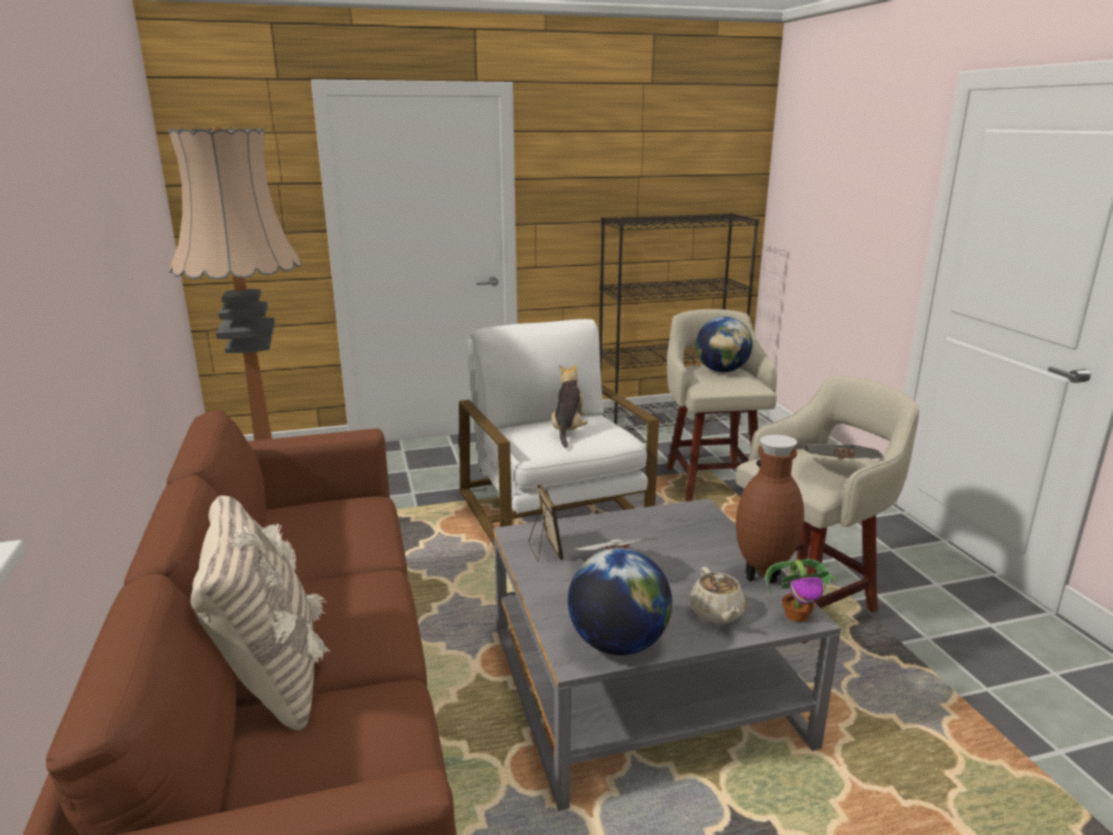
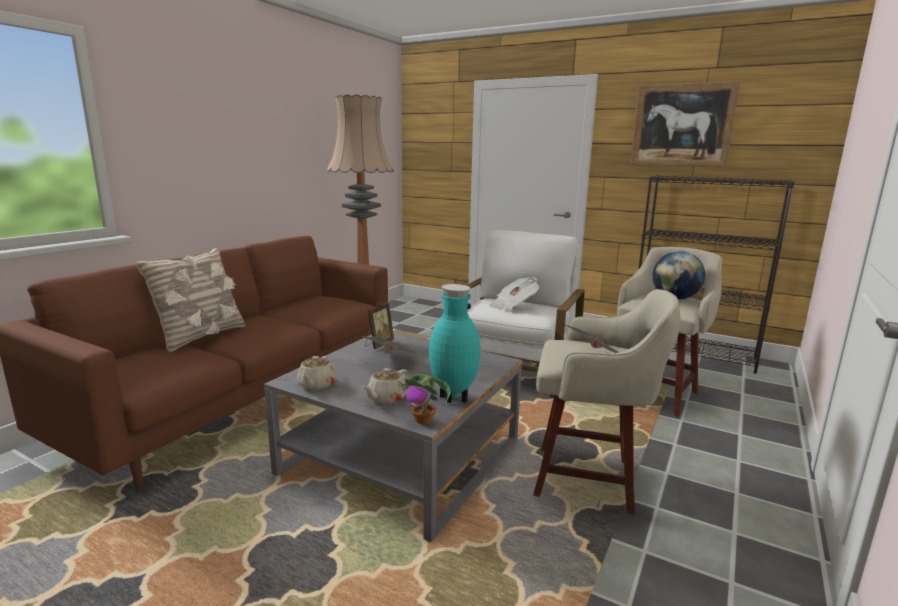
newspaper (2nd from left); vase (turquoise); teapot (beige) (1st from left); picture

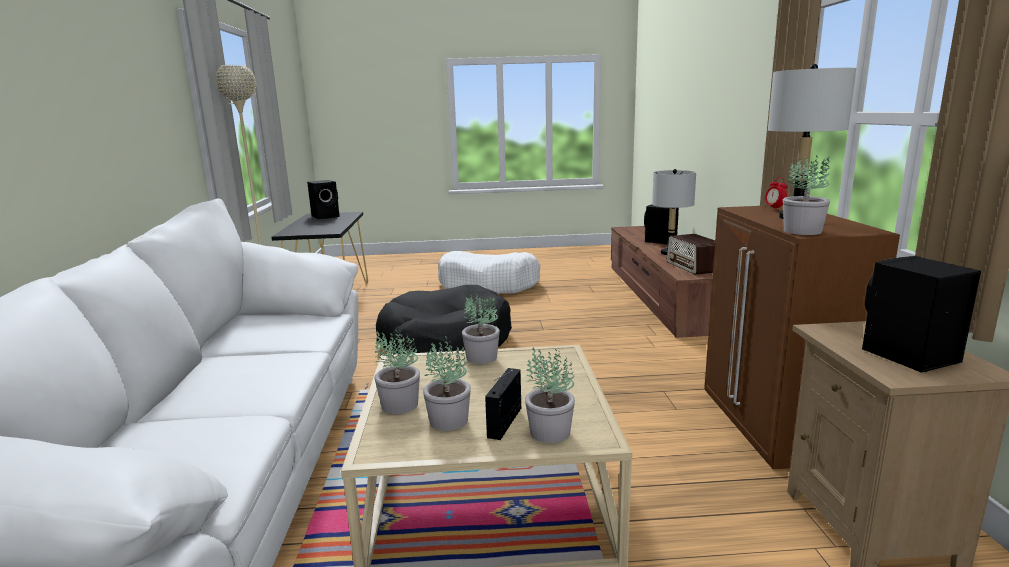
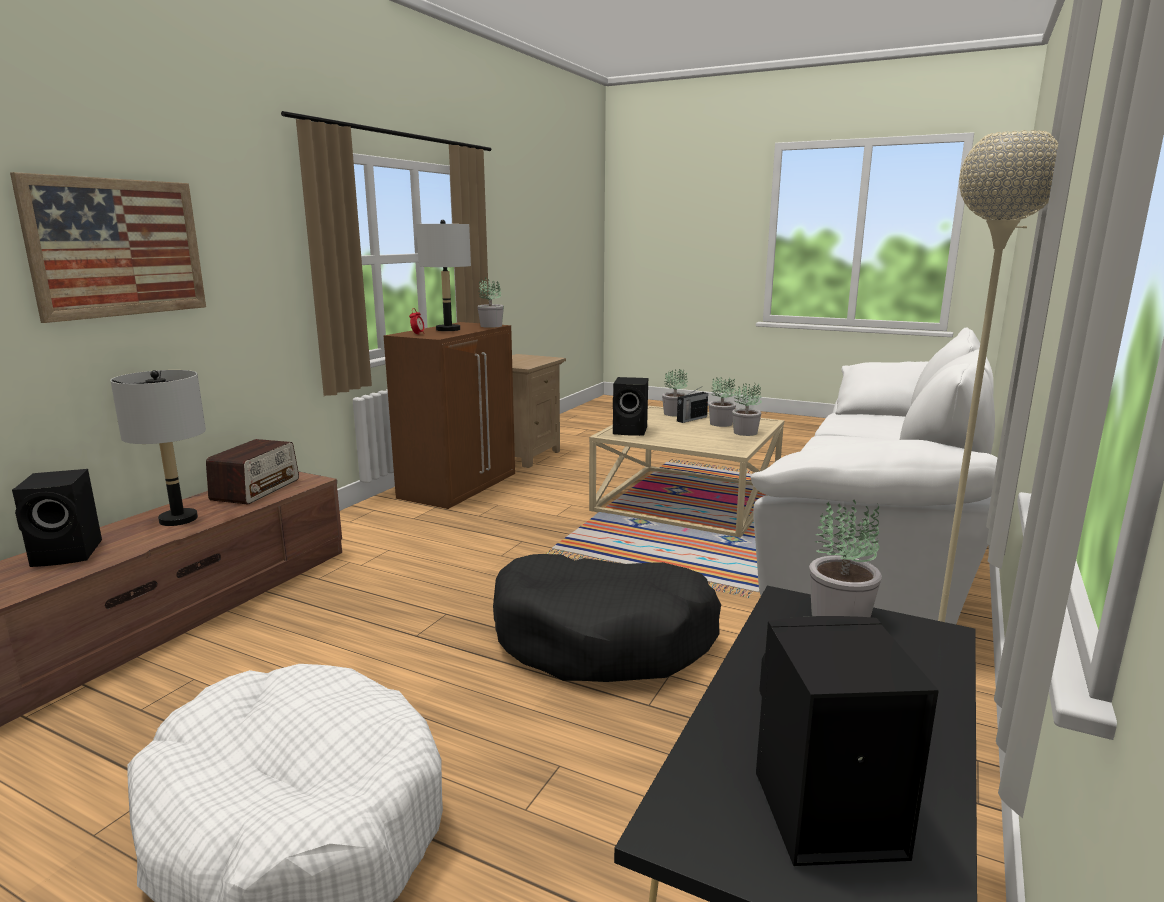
speaker (black) (2nd from left); potted plant (5th from left); picture

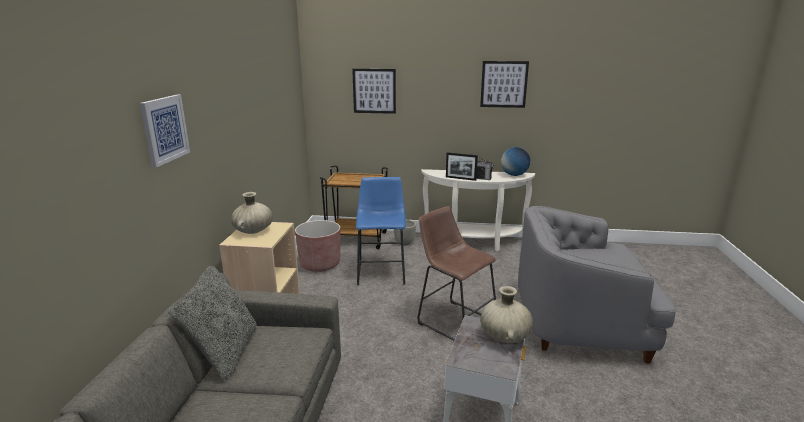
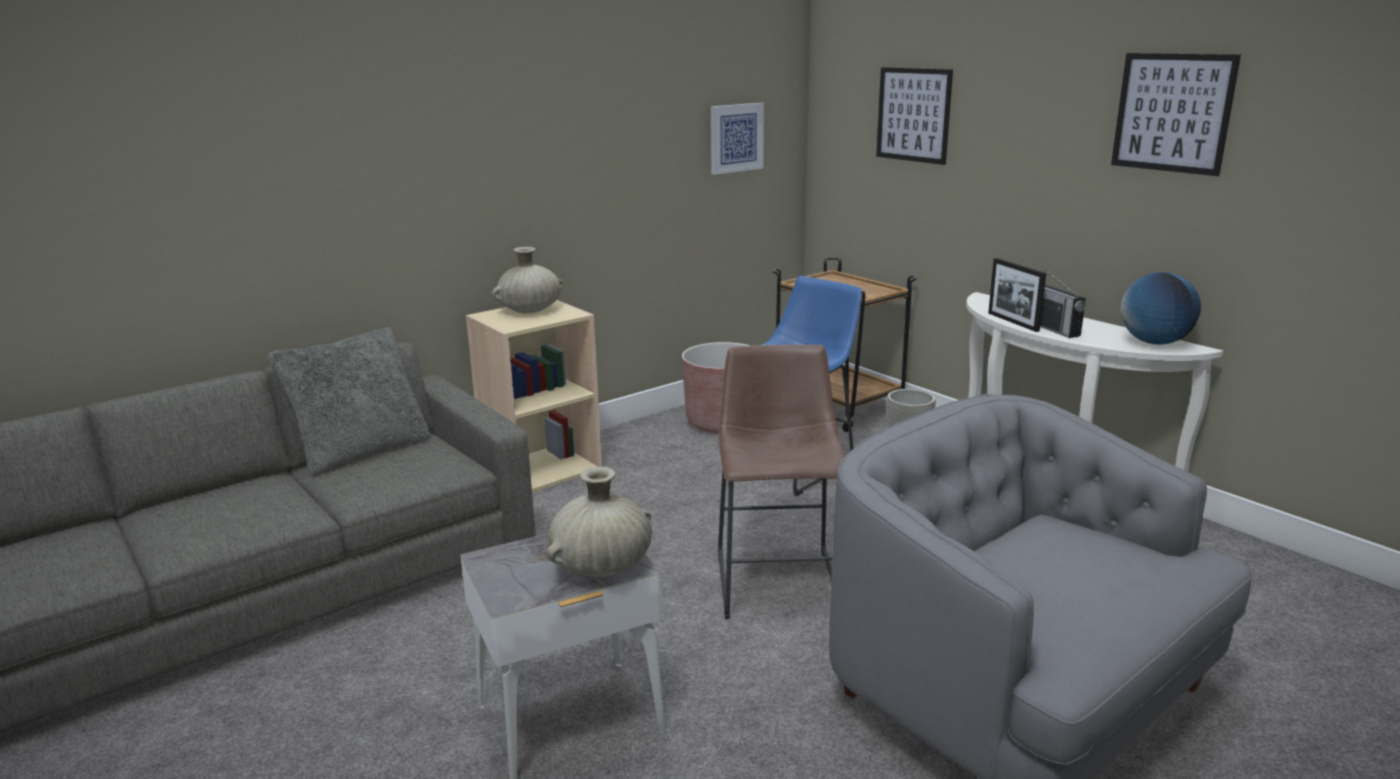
picture (1st from left)

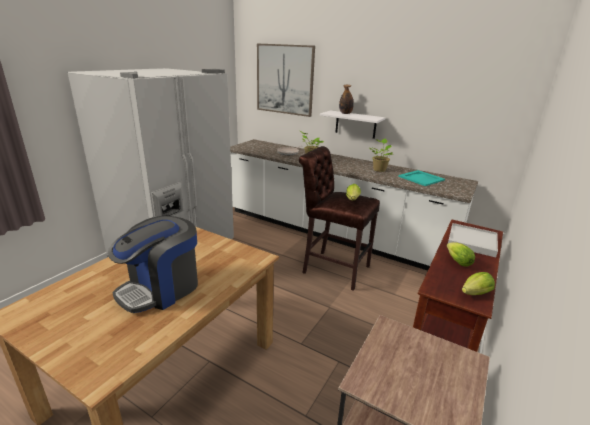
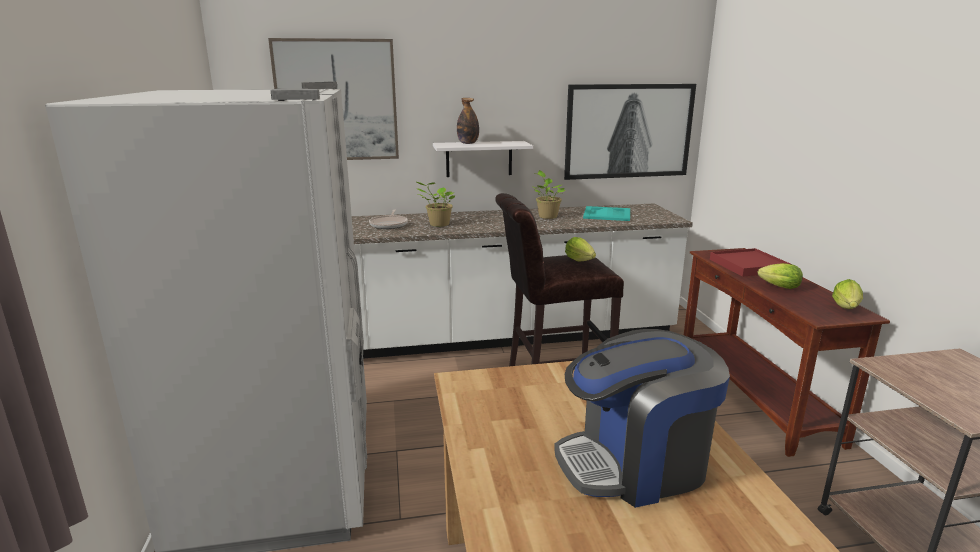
coffee machine; tray (red); picture (2nd from left)

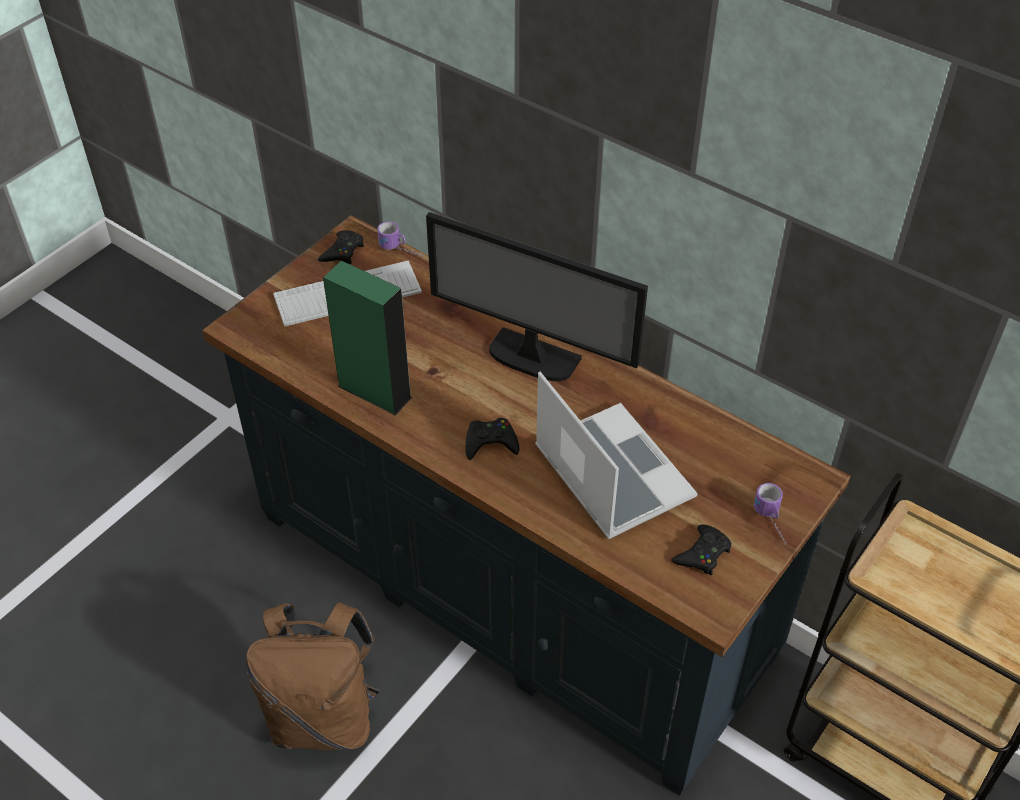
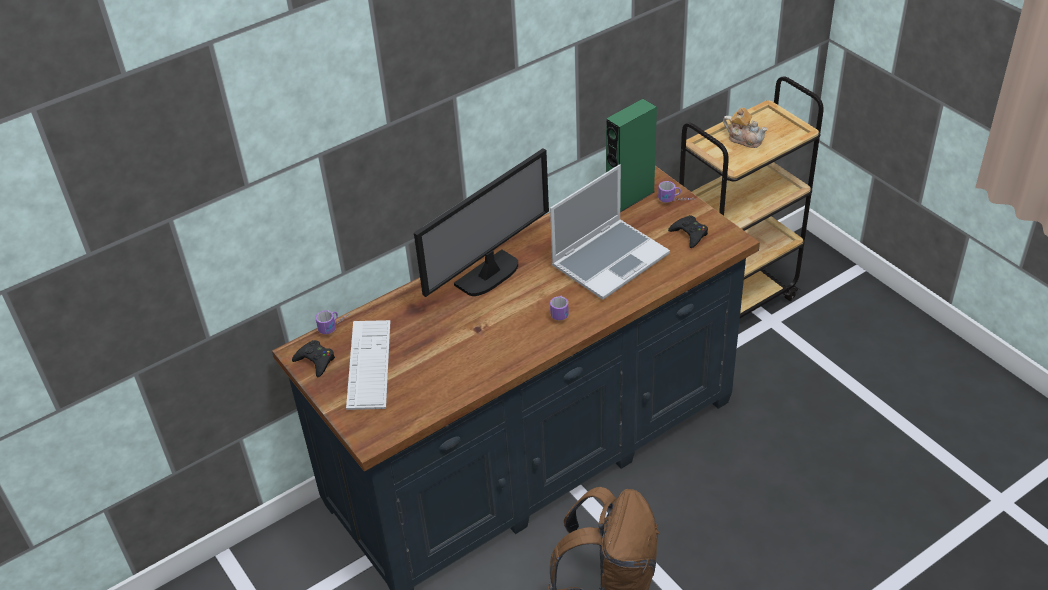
speaker (green); laptop; mug (2nd from left); teapot

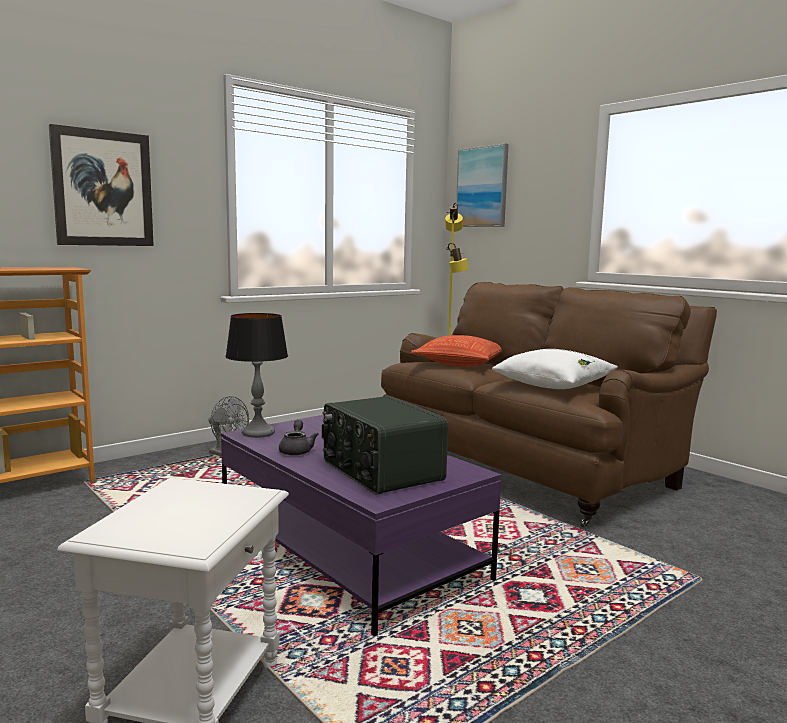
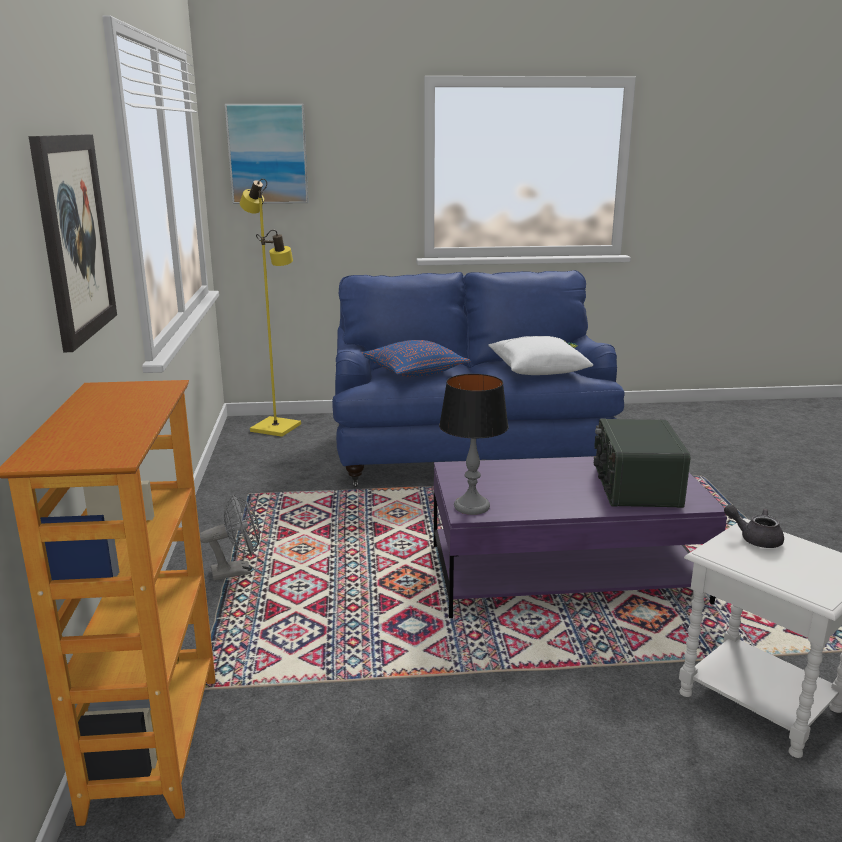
sofa (blue); pillow (blue); radio; teapot (grey)

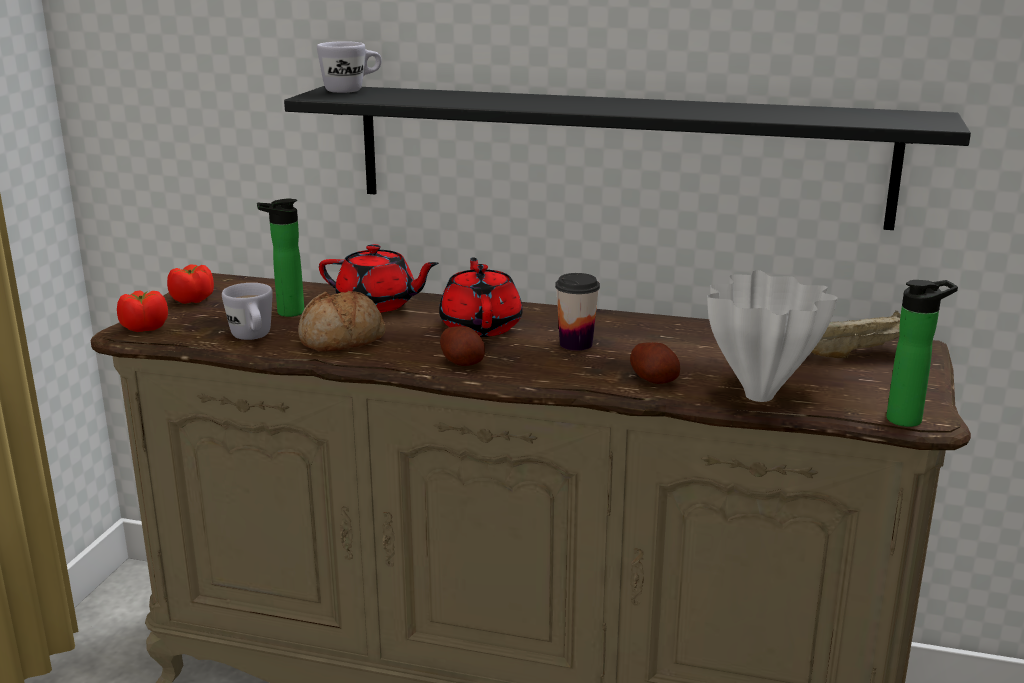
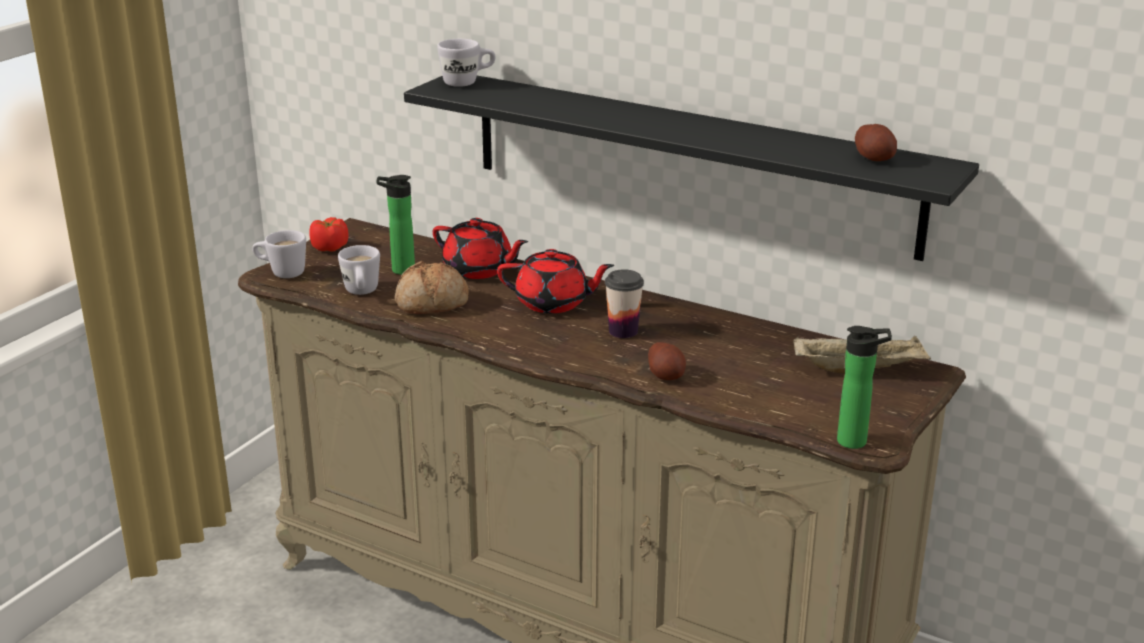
teapot (red) (2nd from left); vase (white); mug (white) (1st from left); potato (2nd from left)

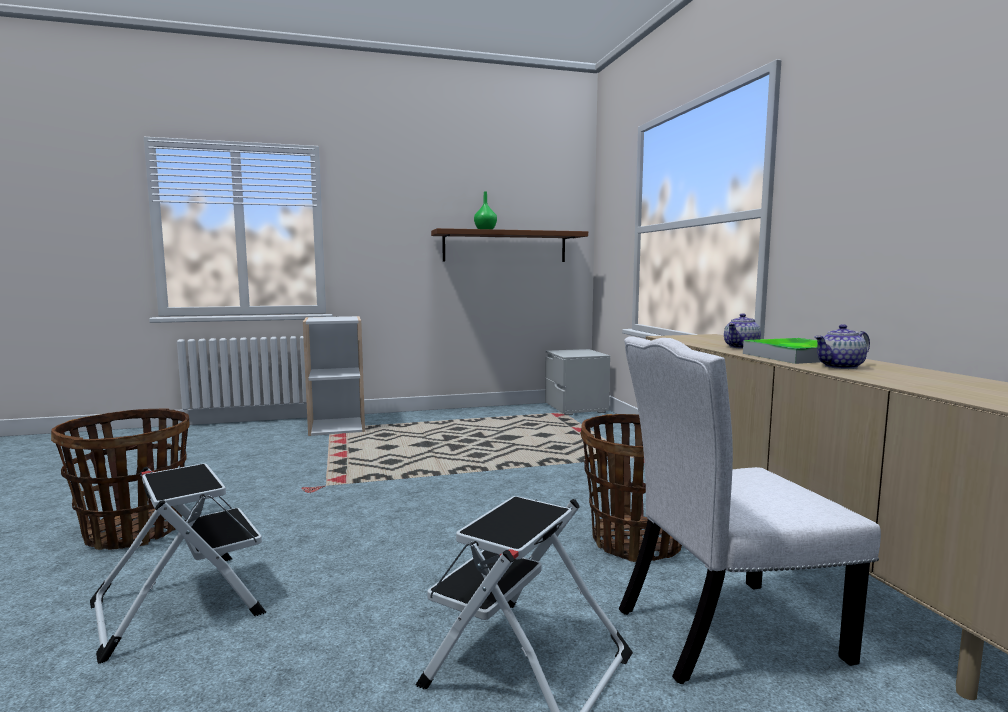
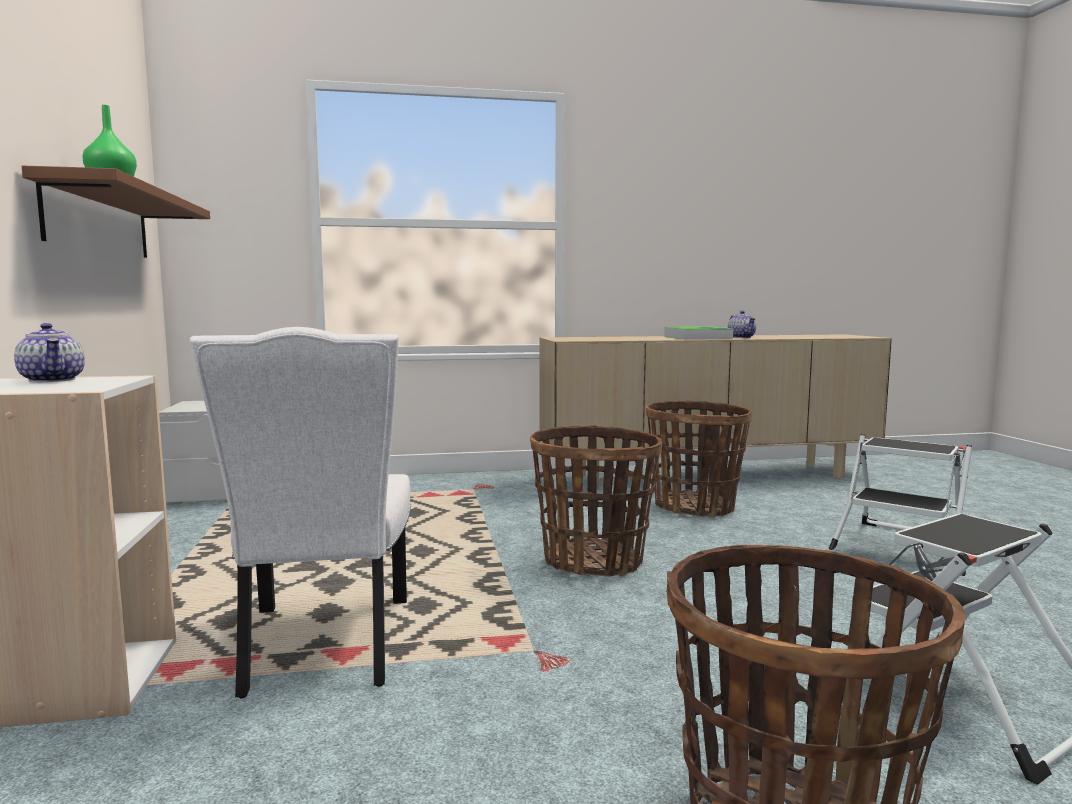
teapot (1st from left); chair (white); basket (1st from left)

